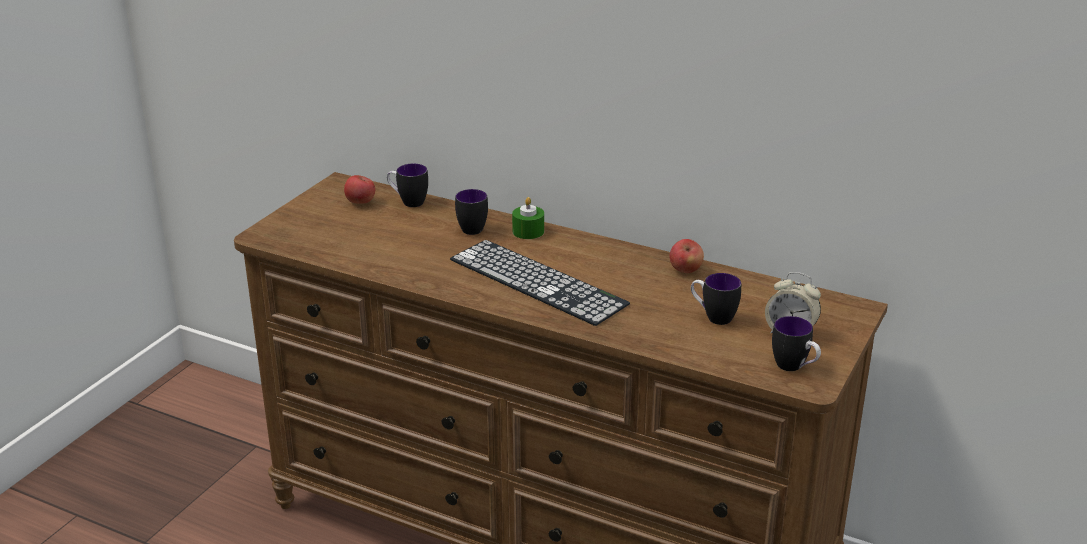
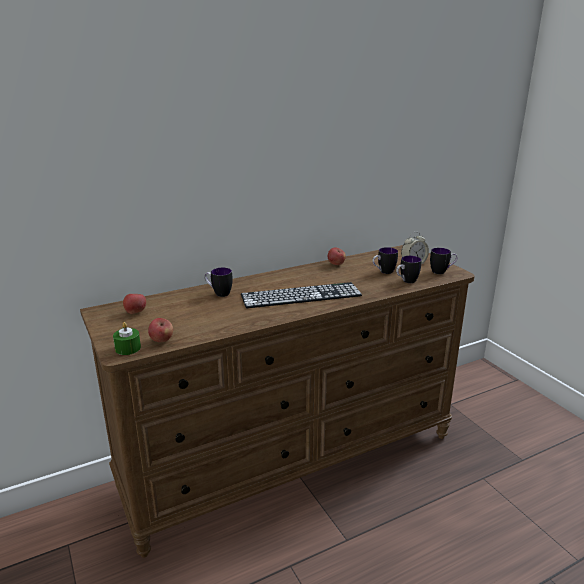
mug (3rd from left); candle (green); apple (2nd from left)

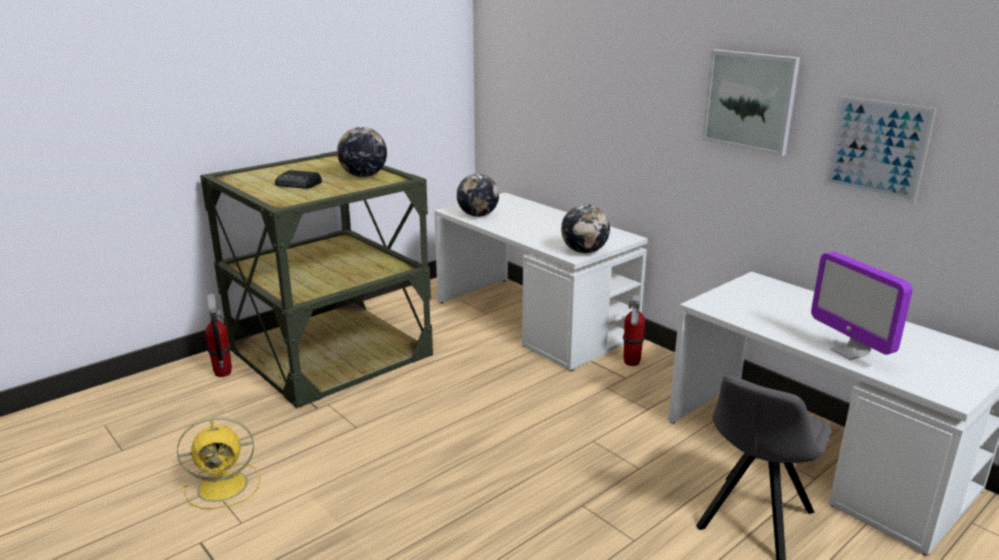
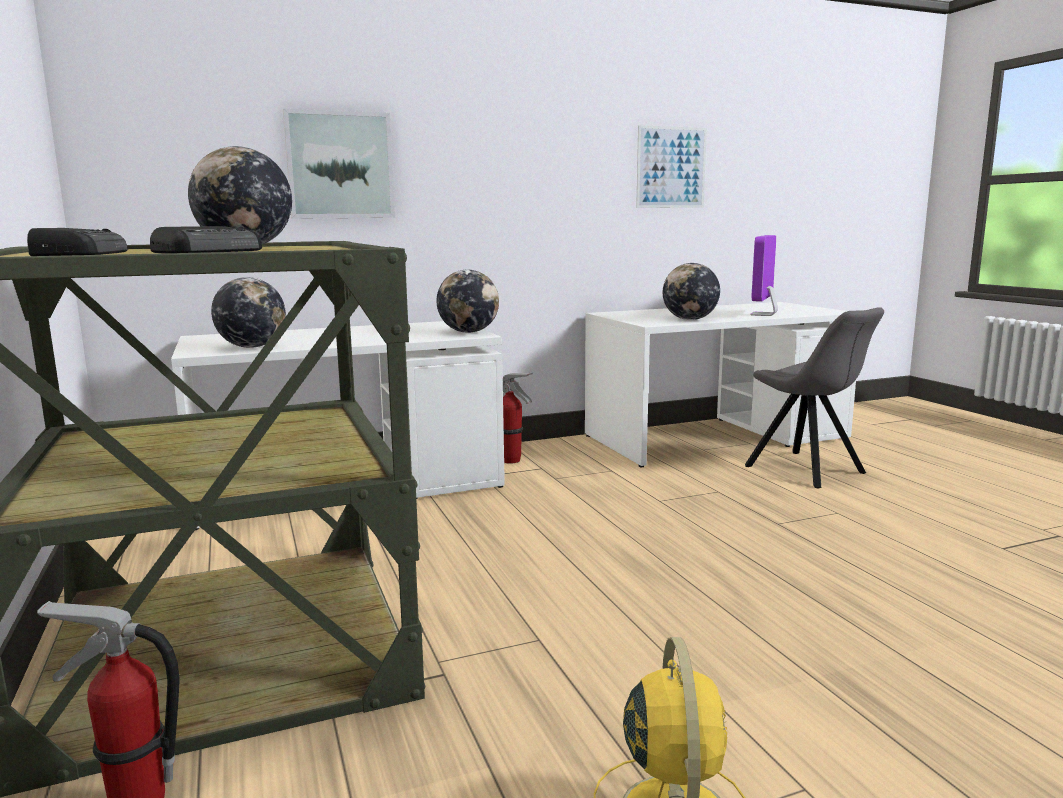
picture (1st from left); monitor; radio (1st from left); globe (4th from left)

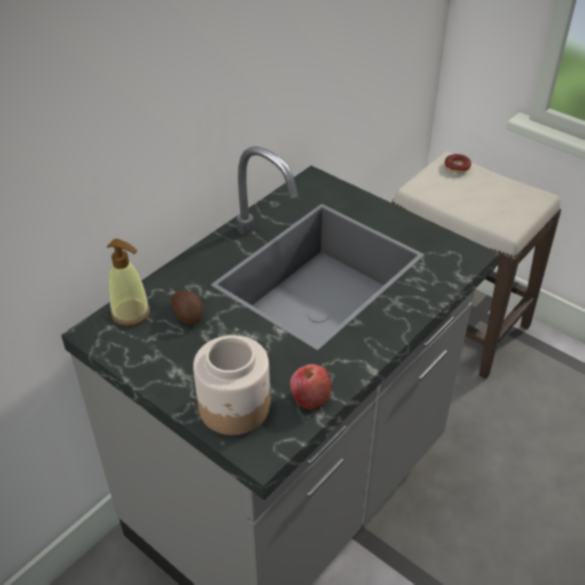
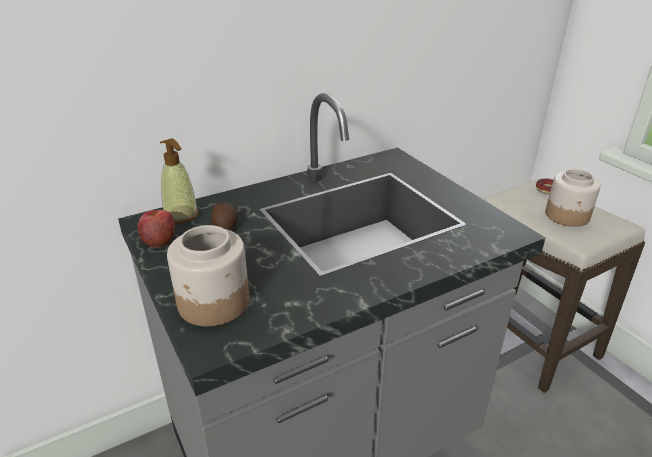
apple; jar (2nd from left)

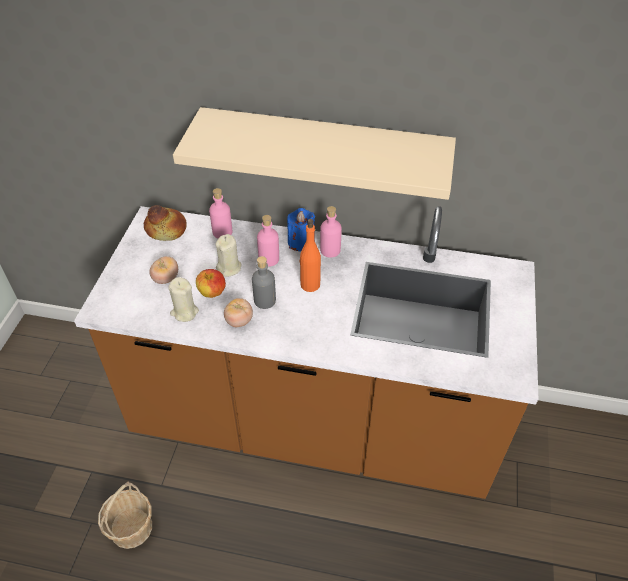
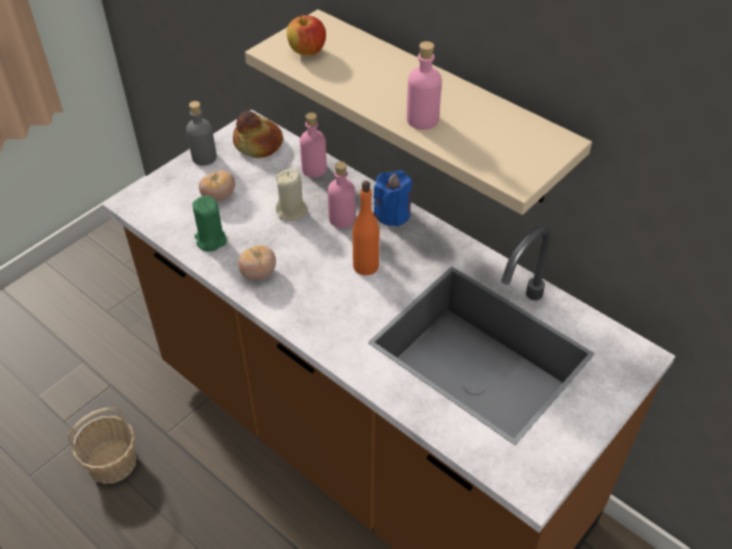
bottle (pink) (3rd from left); bottle (grey); apple; candle (green)

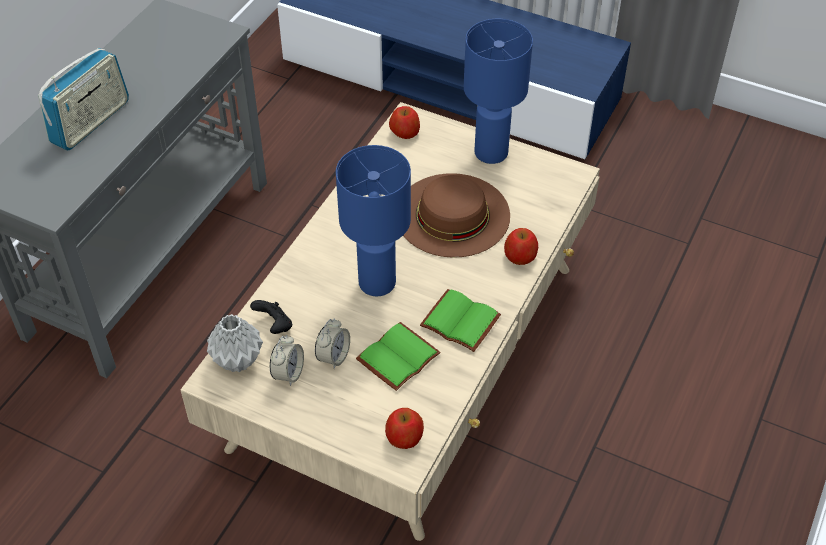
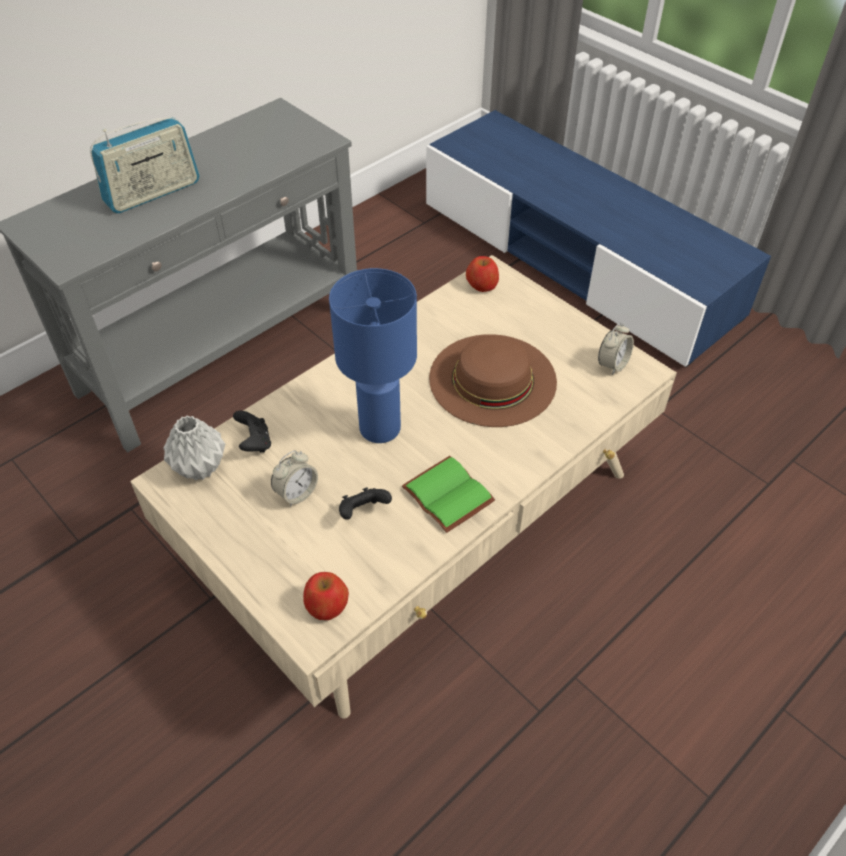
table lamp (blue) (2nd from left in the first image); apple (3rd from left in the first image); game controller (black) (2nd from left); alarm clock (2nd from left)

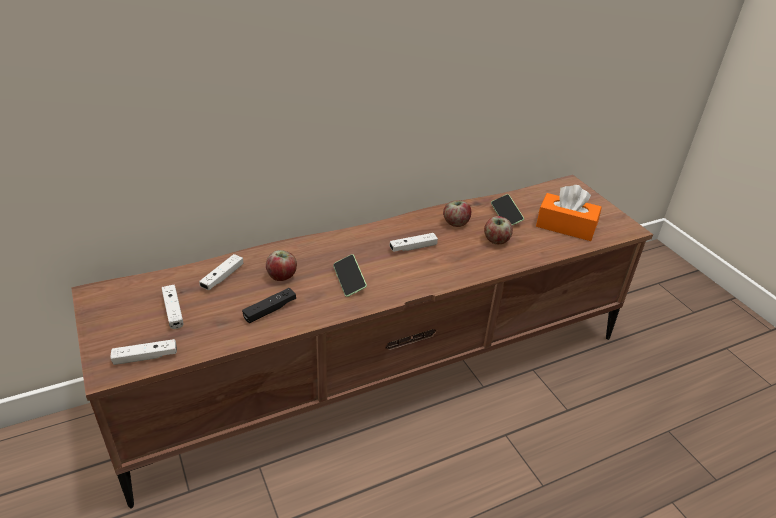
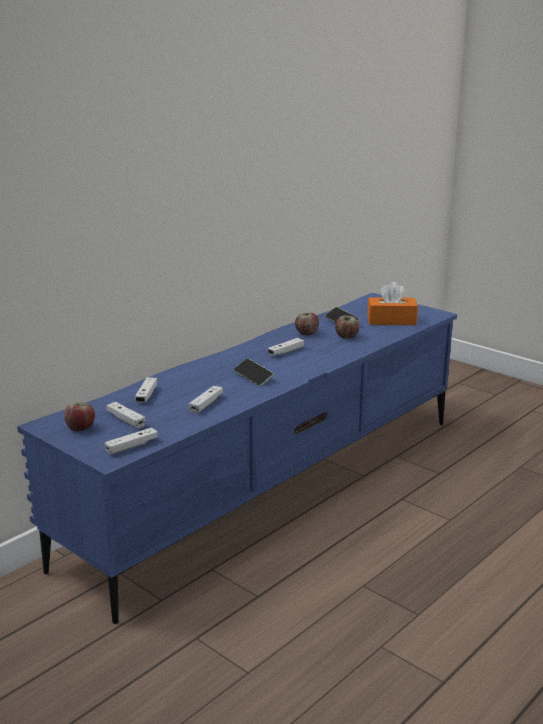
tv stand (blue); apple (1st from left); game controller (white) (4th from left)

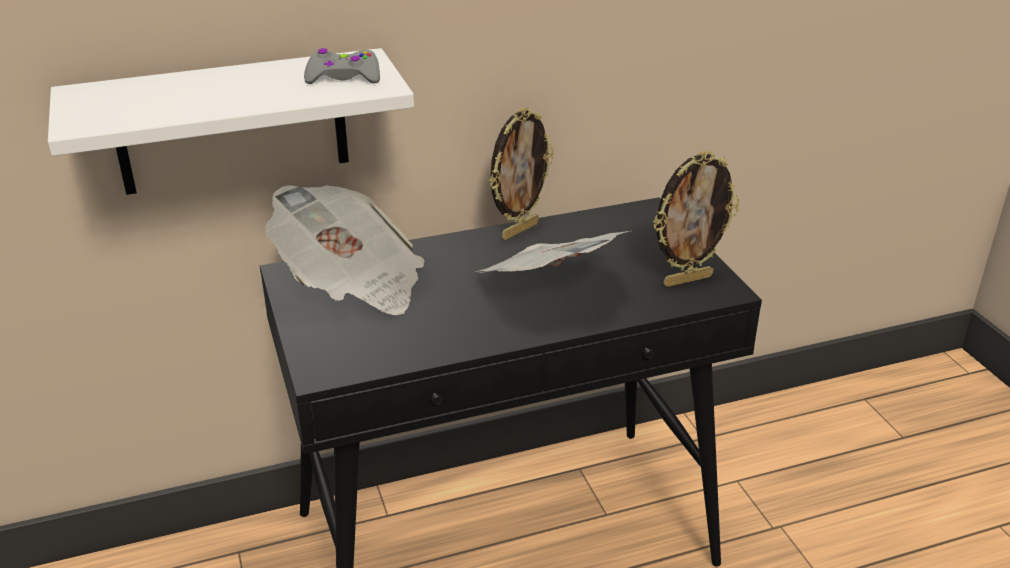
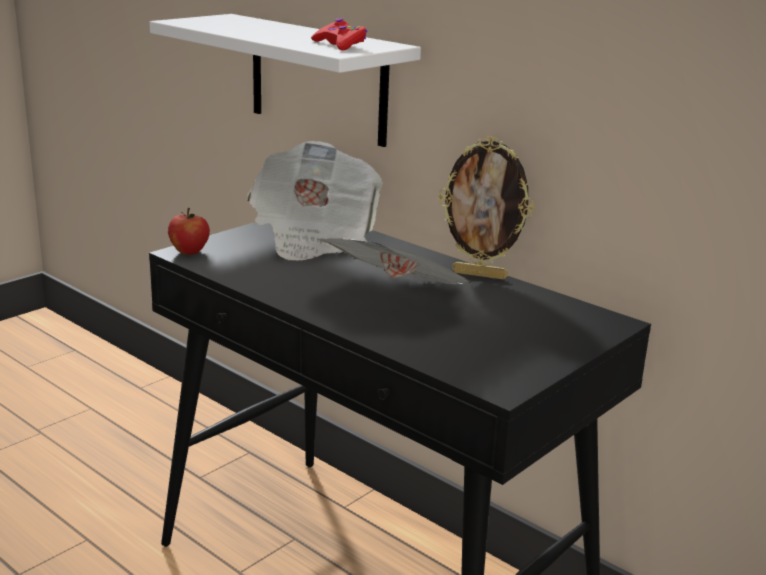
game controller (red); picture frame (2nd from left in the first image); apple

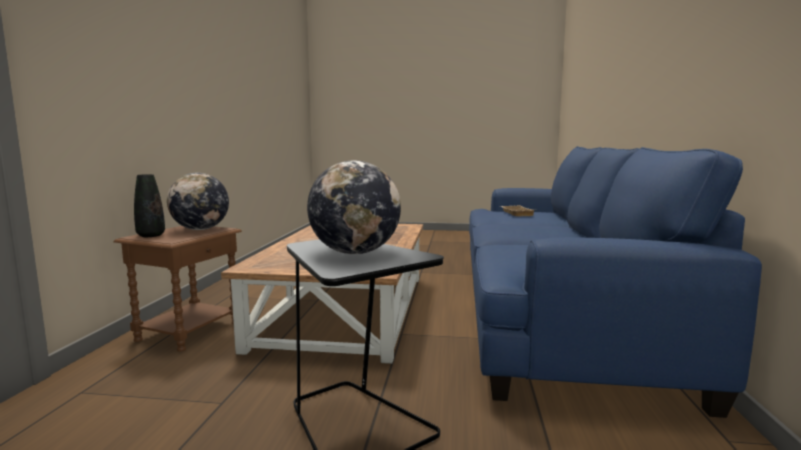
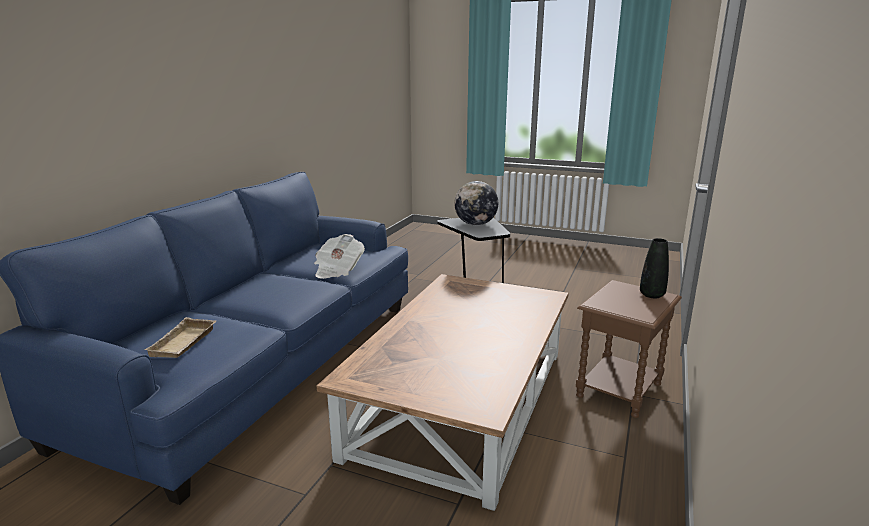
globe (1st from left in the first image); newspaper

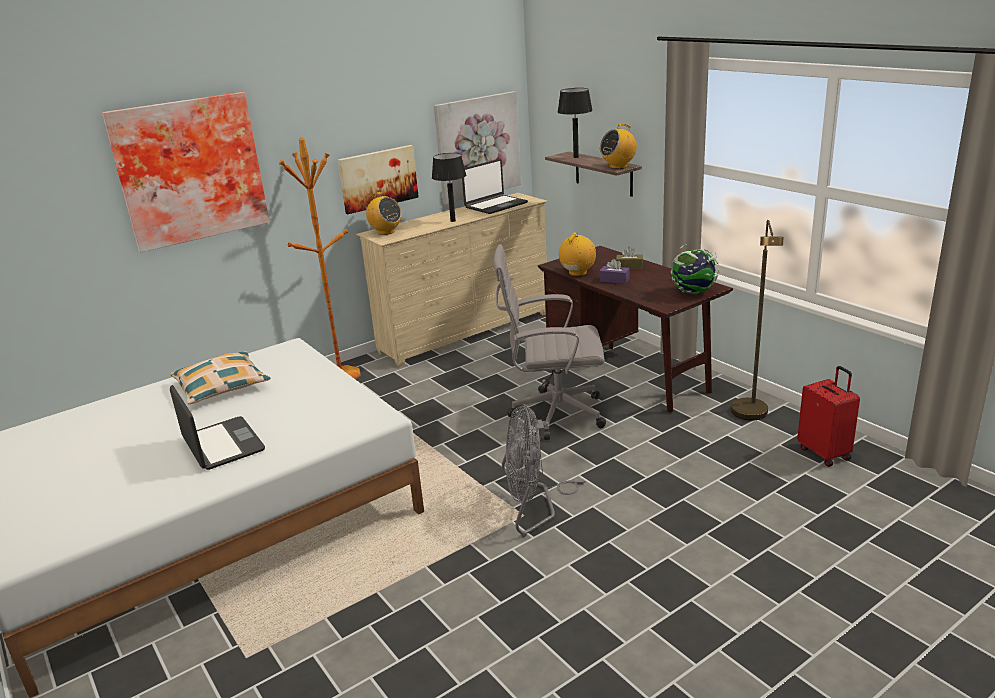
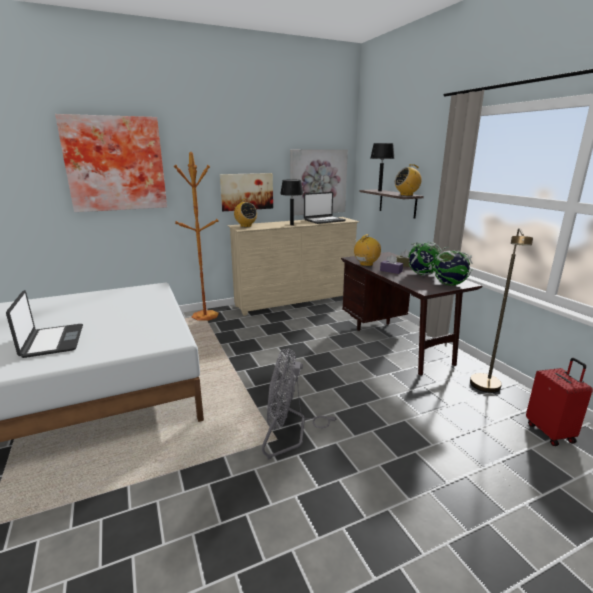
office chair (grey); pillow; globe (1st from left)

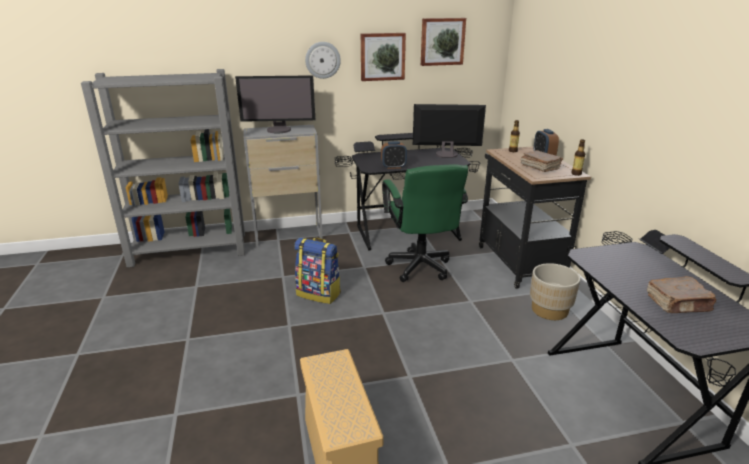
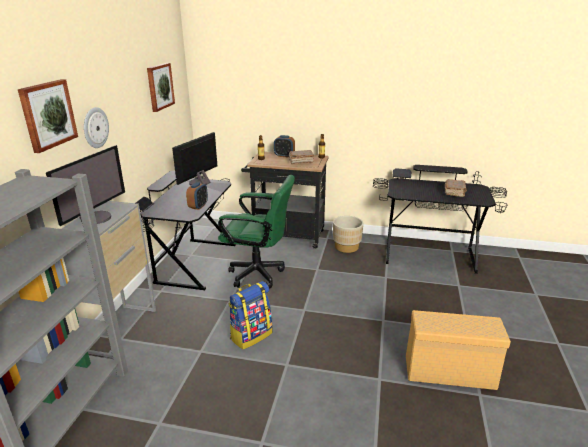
picture (1st from left)

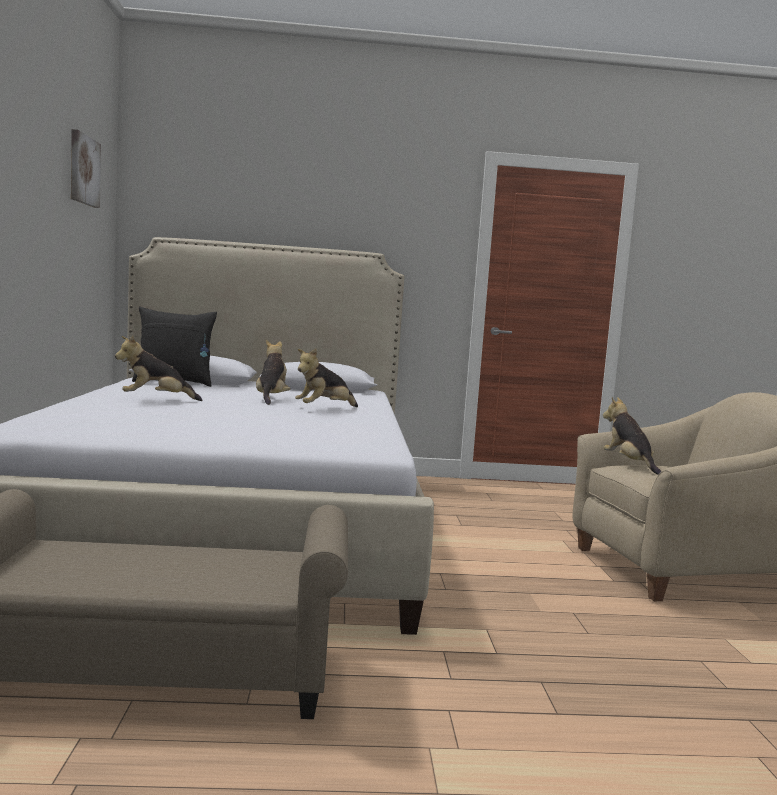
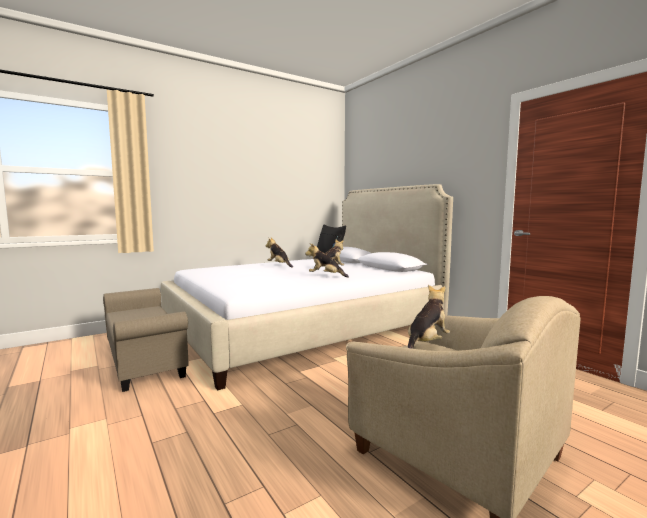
picture

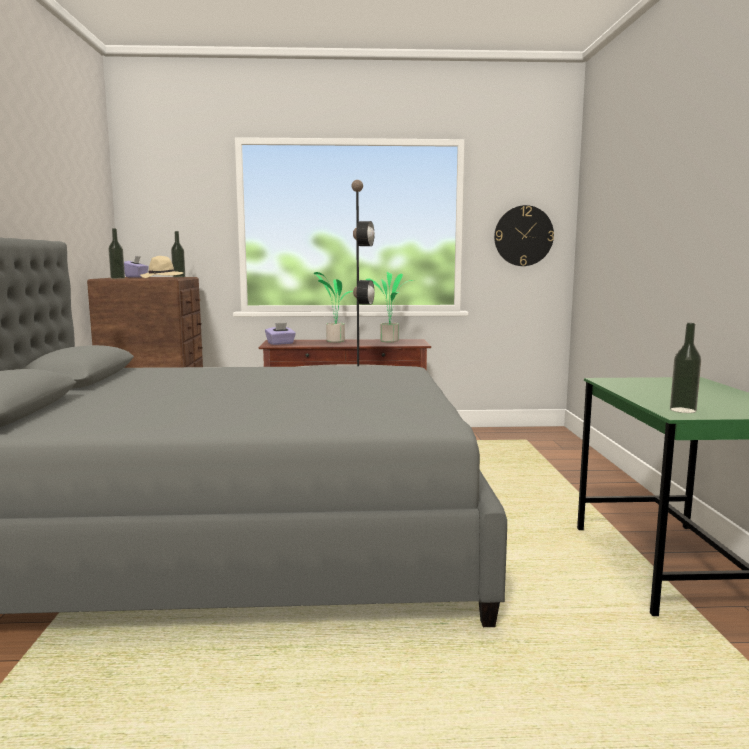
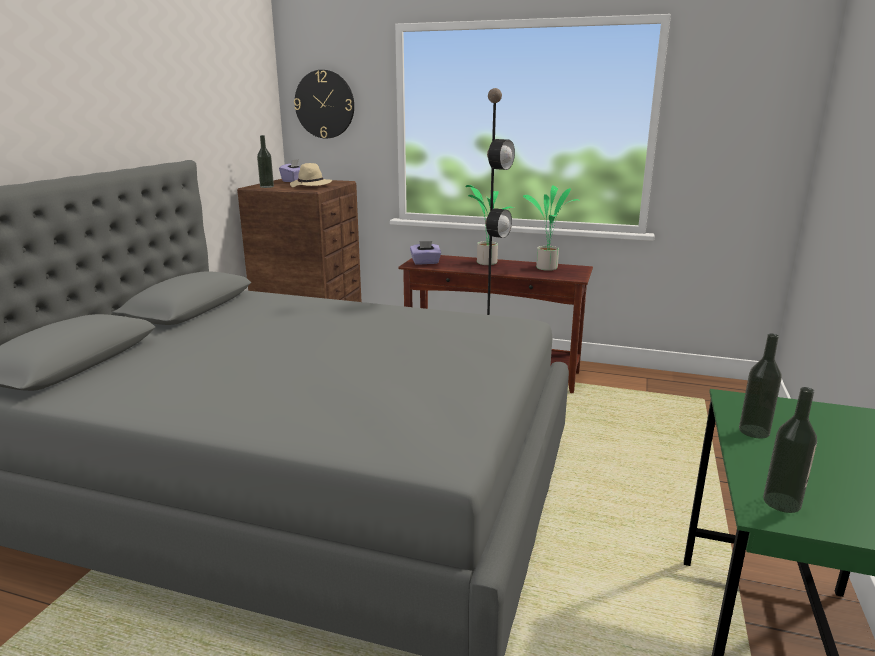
wall clock; bottle (2nd from left)

